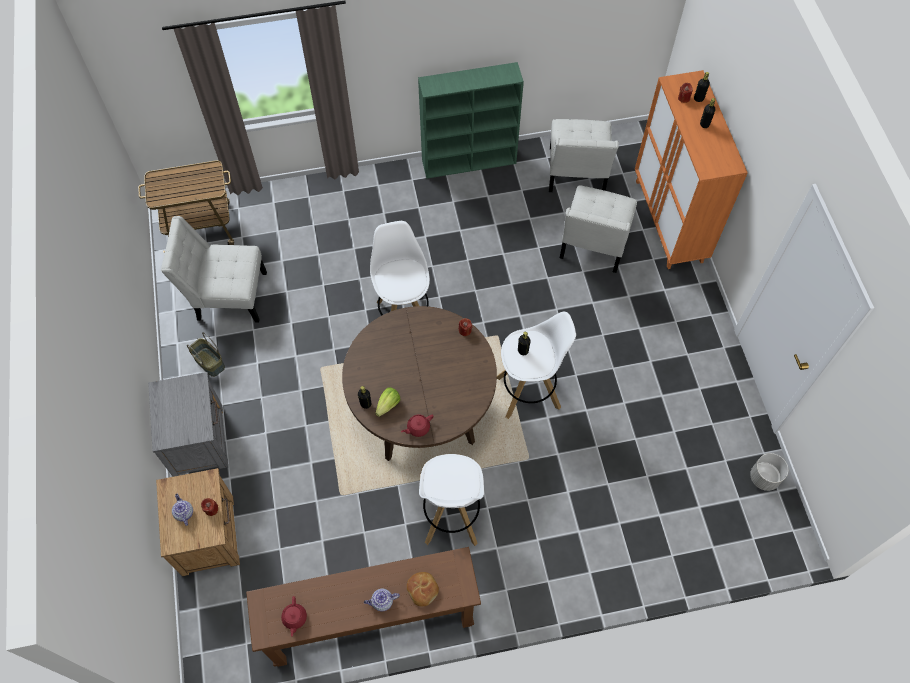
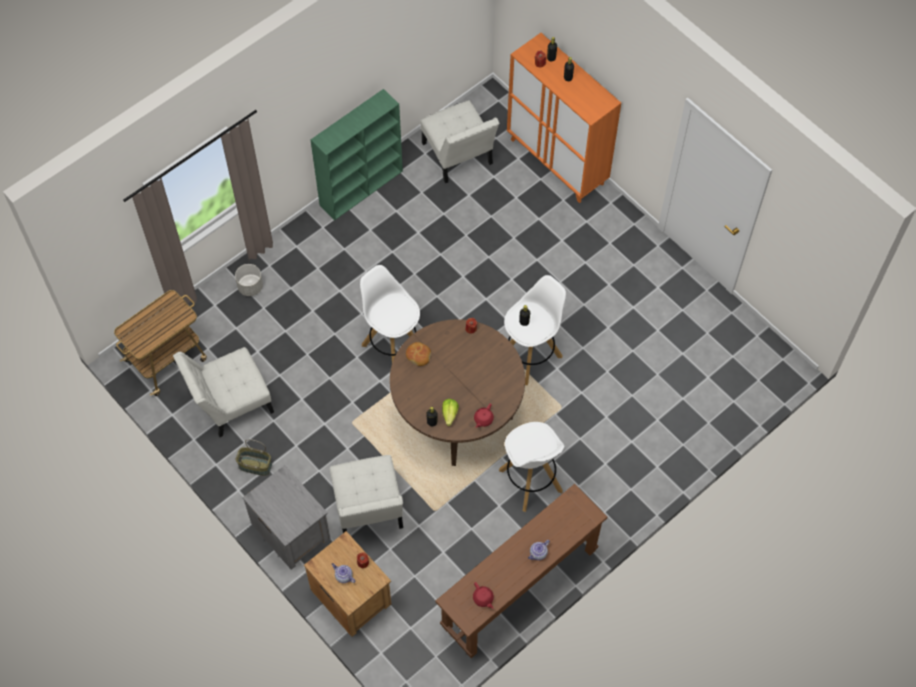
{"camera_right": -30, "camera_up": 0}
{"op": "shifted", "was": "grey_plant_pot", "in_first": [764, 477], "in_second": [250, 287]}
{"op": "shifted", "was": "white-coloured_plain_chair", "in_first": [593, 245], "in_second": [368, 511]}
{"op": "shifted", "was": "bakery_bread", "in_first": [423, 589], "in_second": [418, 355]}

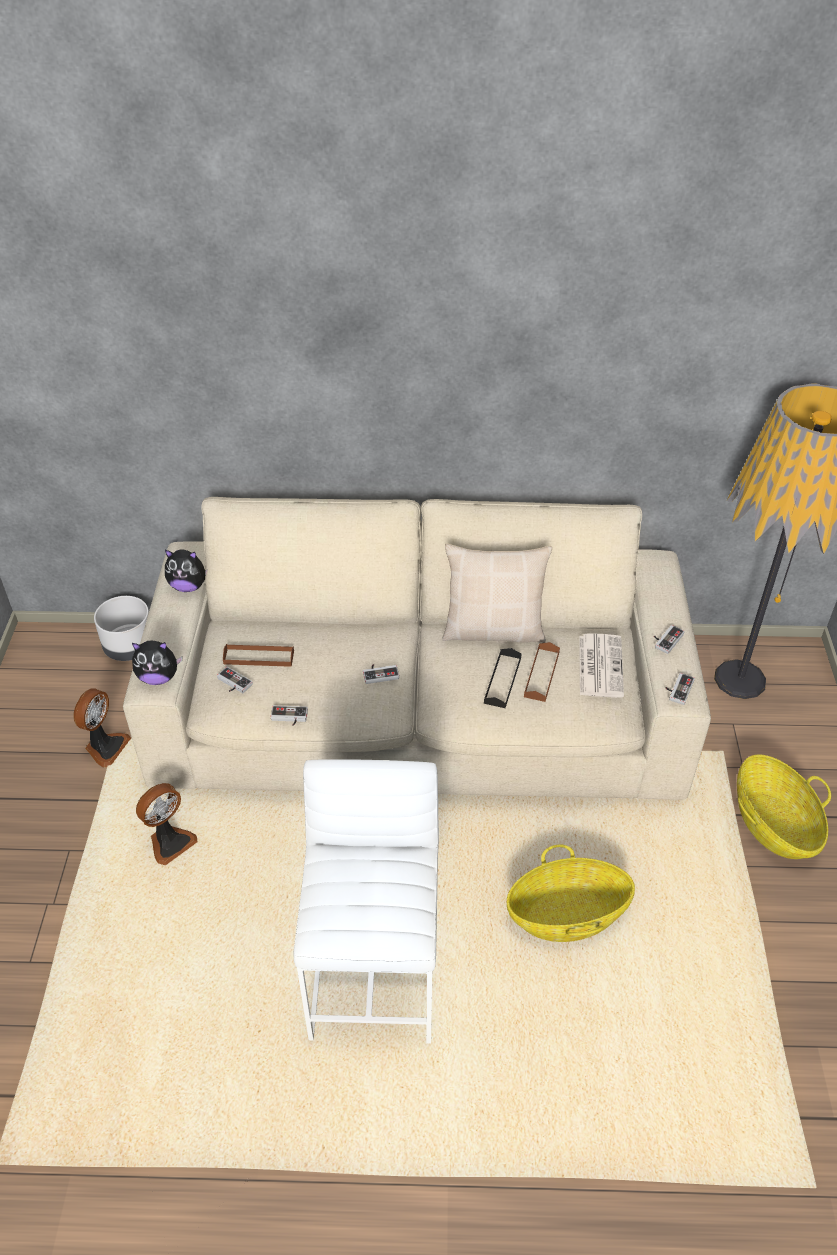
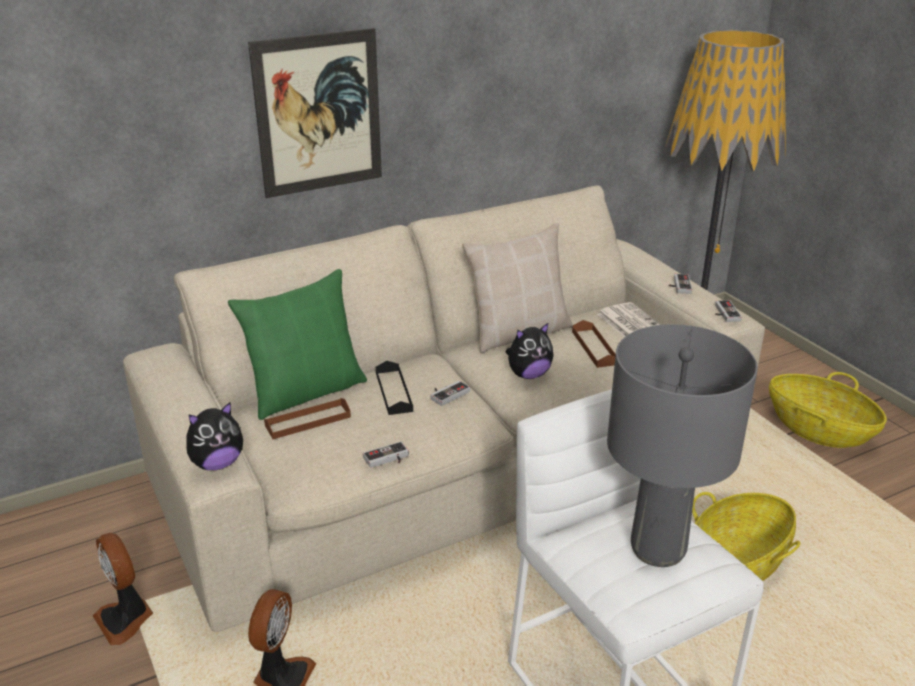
{"camera_right": -30, "camera_up": -15}
{"op": "rotated", "was": "cooling_fan", "in_first": [105, 747], "in_second": [126, 619], "clockwise": 150}
{"op": "new", "now": "green-coloured_throw_pillow", "in_second": [306, 391]}
{"op": "new", "now": "picture", "in_second": [319, 113]}
{"op": "shifted", "was": "blackish_carrying_tray", "in_first": [502, 680], "in_second": [394, 391]}
{"op": "shifted", "was": "cuddly_toy", "in_first": [188, 586], "in_second": [528, 374]}
{"op": "new", "now": "grey_table_lamp", "in_second": [657, 548]}
{"op": "gone", "was": "grey_plant_pot", "in_first": [130, 647]}
{"op": "gone", "was": "game_controller", "in_first": [232, 684]}

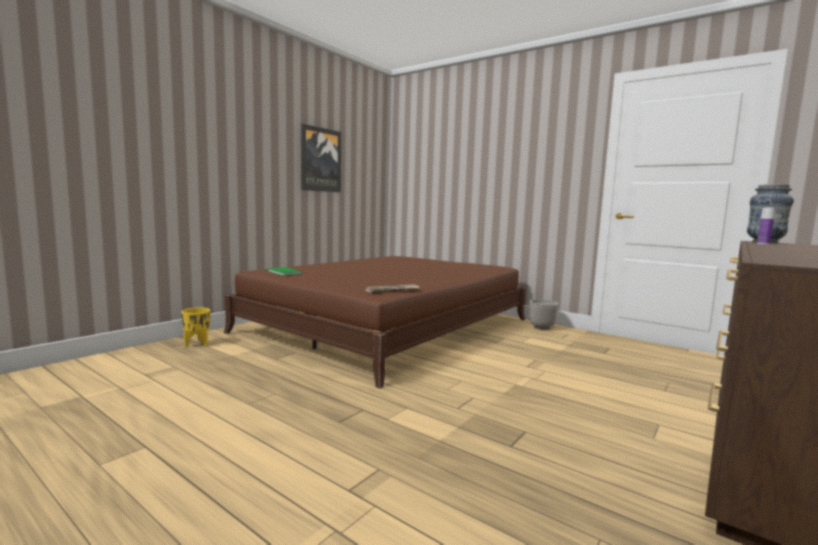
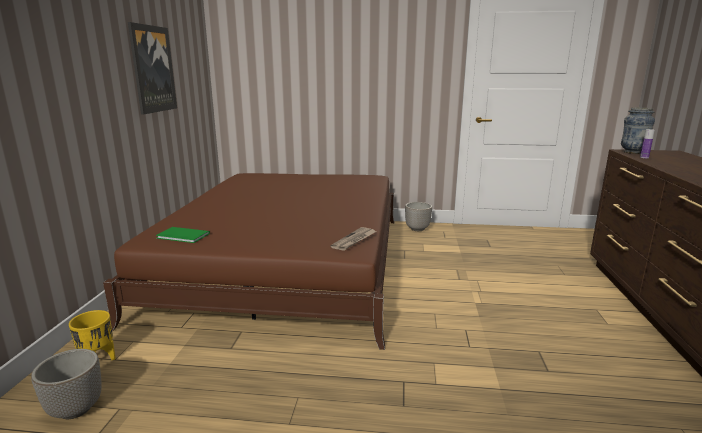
{"camera_right": -30, "camera_up": 10}
{"op": "new", "now": "plant_pot", "in_second": [76, 409]}

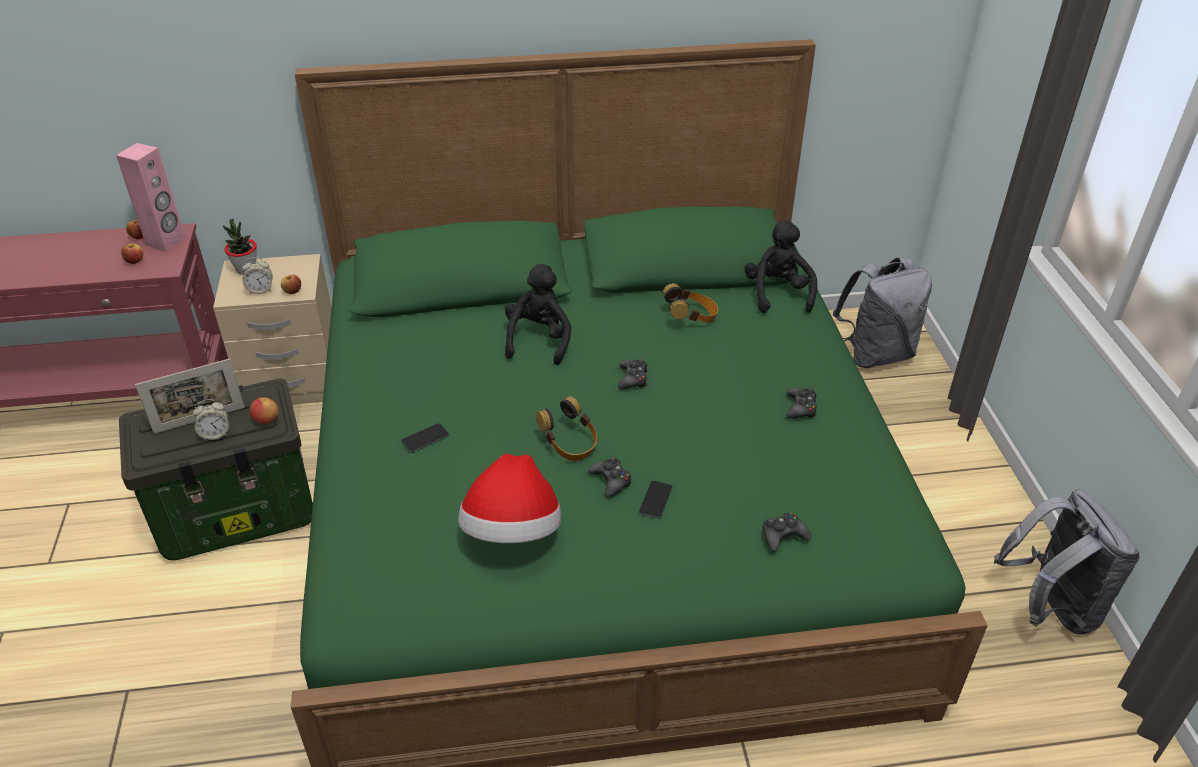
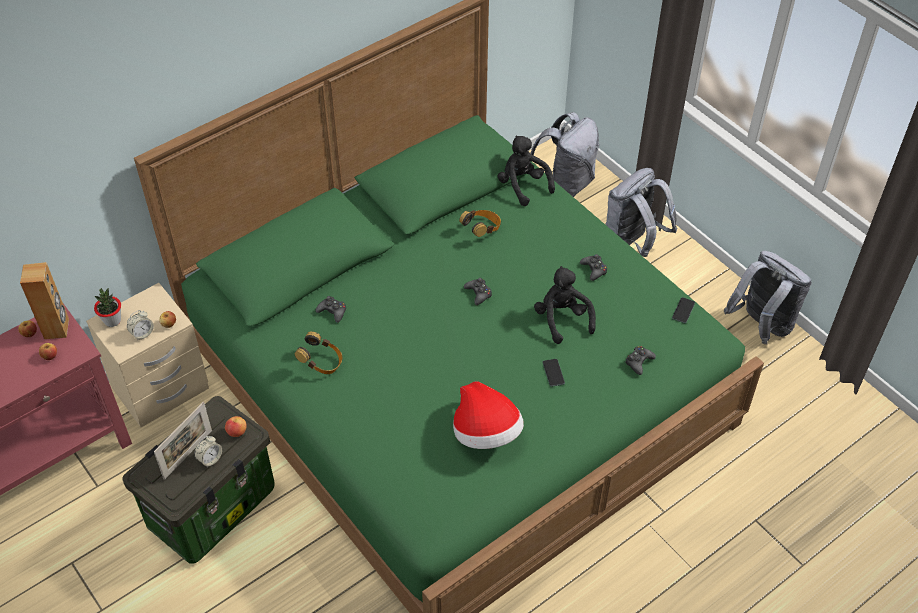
{"camera_right": -30, "camera_up": 10}
{"op": "repainted", "was": "pink-coloured_loudspeaker", "now": "brown_loudspeaker", "in_first": [166, 241], "in_second": [57, 329]}
{"op": "shifted", "was": "pair_of_headphones", "in_first": [569, 444], "in_second": [322, 363]}
{"op": "shifted", "was": "blackish_game_controller", "in_first": [611, 481], "in_second": [332, 311]}
{"op": "shifted", "was": "blackish_cuddly_toy", "in_first": [539, 340], "in_second": [562, 319]}
{"op": "new", "now": "grey_backpack", "in_second": [632, 243]}
{"op": "shifted", "was": "telephone", "in_first": [425, 438], "in_second": [683, 310]}

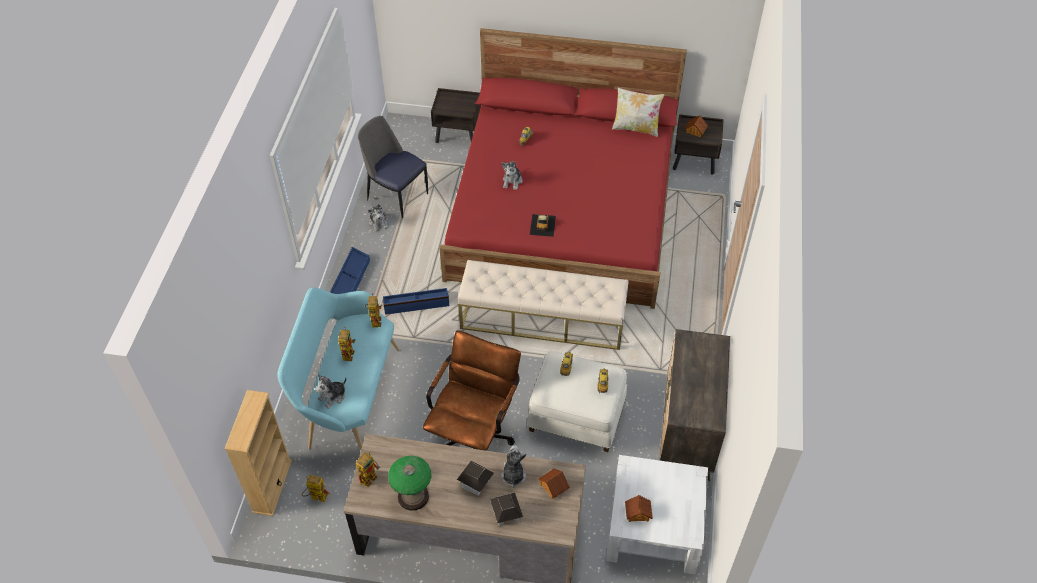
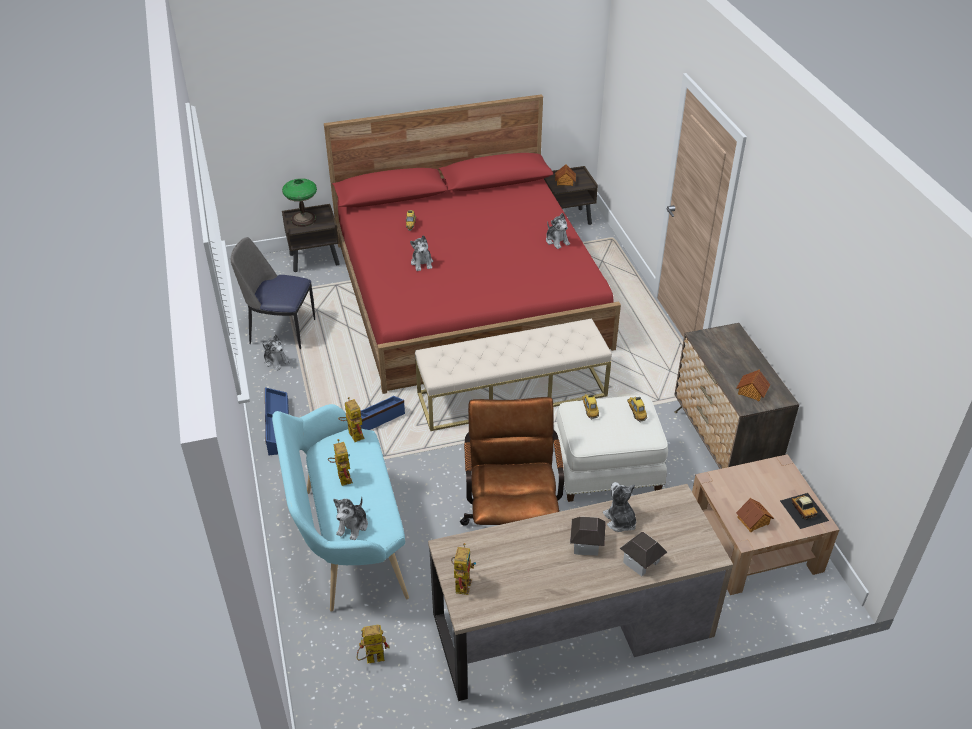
{"camera_right": -25, "camera_up": -10}
{"op": "shifted", "was": "table_lamp", "in_first": [413, 496], "in_second": [303, 219]}
{"op": "new", "now": "cuddly_toy", "in_second": [557, 241]}
{"op": "repainted", "was": "white-coloured_lounge_table", "now": "brown_lounge_table", "in_first": [654, 527], "in_second": [753, 543]}
{"op": "shifted", "was": "model_house", "in_first": [553, 486], "in_second": [751, 392]}
{"op": "shifted", "was": "model_car", "in_first": [543, 225], "in_second": [804, 510]}
{"op": "gone", "was": "sand-coloured_shelving_unit", "in_first": [272, 486]}
{"op": "gone", "was": "throw_pillow", "in_first": [635, 128]}

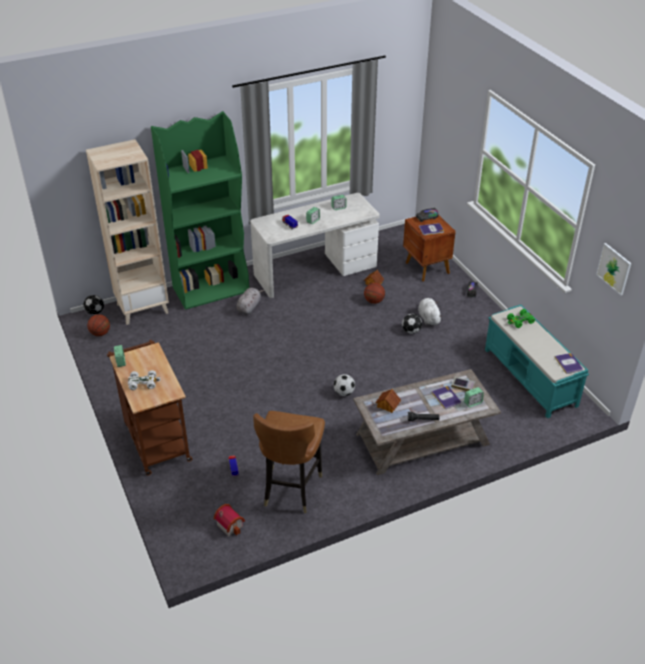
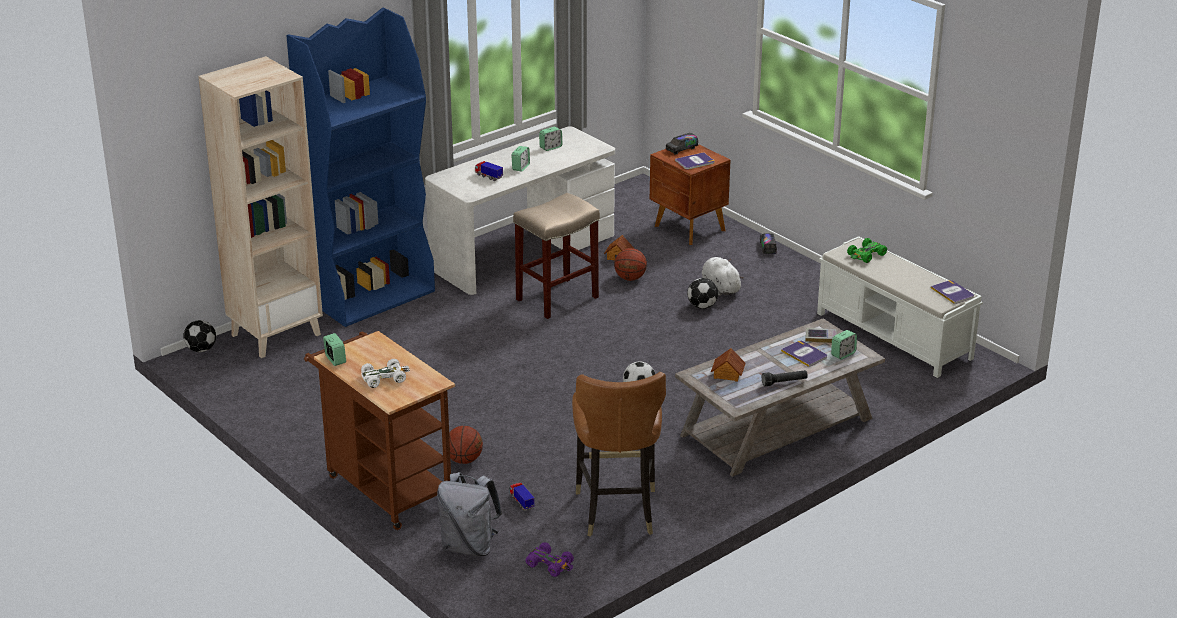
{"camera_right": -15, "camera_up": -10}
{"op": "repainted", "was": "green-coloured_shelving_unit", "now": "bluish_shelving_unit", "in_first": [211, 289], "in_second": [373, 296]}
{"op": "new", "now": "grey_backpack", "in_second": [469, 546]}
{"op": "shifted", "was": "basketball_ball", "in_first": [100, 333], "in_second": [464, 460]}
{"op": "new", "now": "sand-coloured_stool", "in_second": [556, 299]}
{"op": "swapped", "was": "model_house", "now": "purple-coloured_model_car", "in_first": [230, 524], "in_second": [550, 564]}
{"op": "repainted", "was": "turquoise_long_seat", "now": "white-coloured_long_seat", "in_first": [530, 378], "in_second": [894, 336]}
{"op": "gone", "was": "grey_cuddly_toy", "in_first": [249, 307]}
{"op": "gone", "was": "picture", "in_first": [614, 268]}

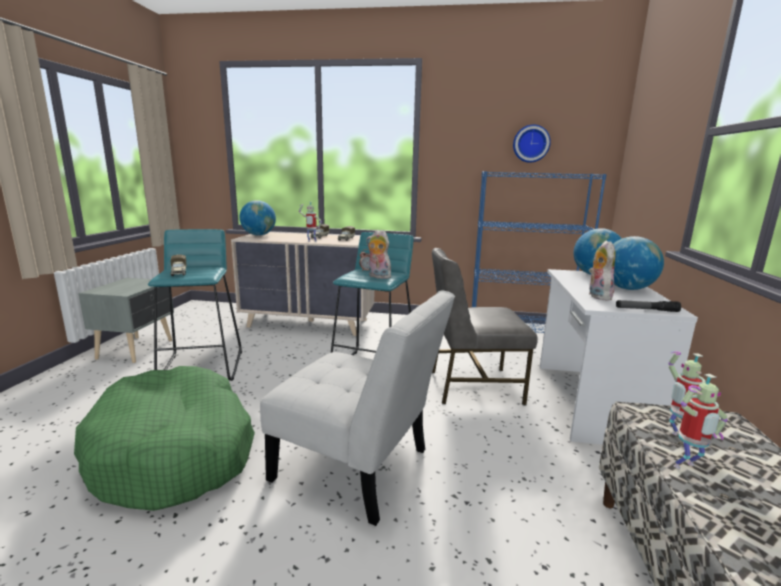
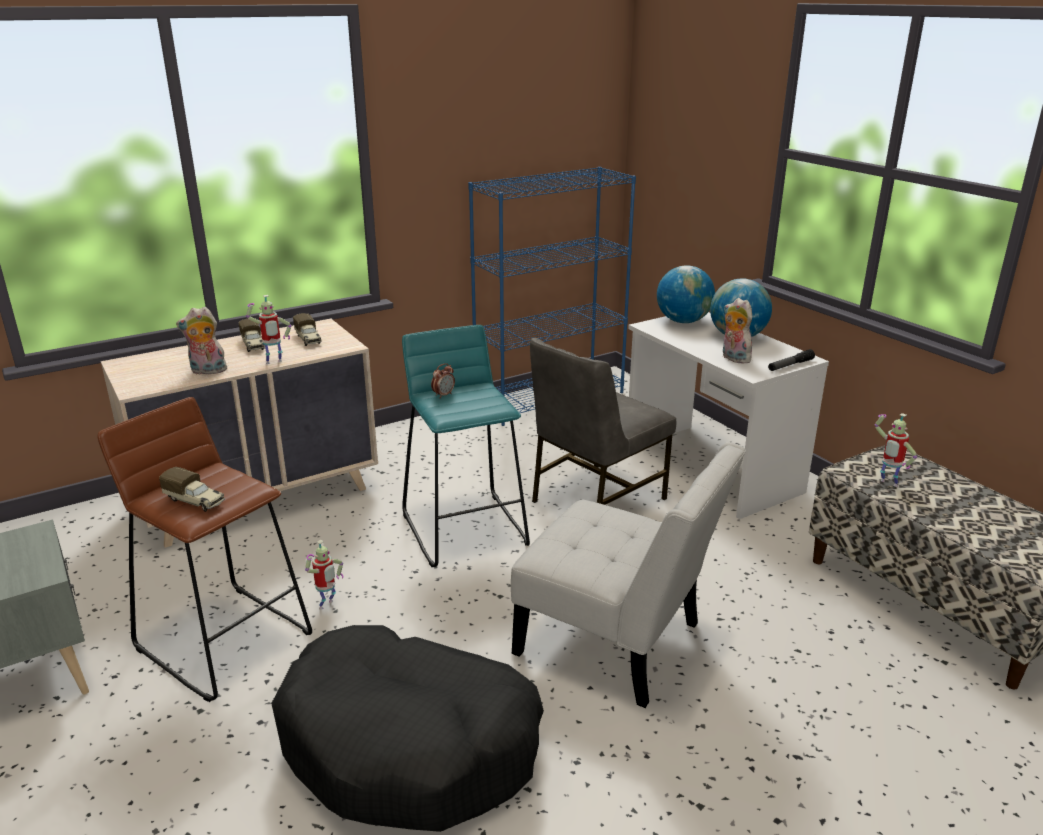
{"camera_right": -40, "camera_up": 10}
{"op": "repainted", "was": "turquoise_stool", "now": "brown_stool", "in_first": [202, 367], "in_second": [225, 639]}
{"op": "shifted", "was": "cuddly_toy", "in_first": [378, 276], "in_second": [207, 371]}
{"op": "repainted", "was": "green-coloured_dog_bed", "now": "blackish_dog_bed", "in_first": [175, 452], "in_second": [410, 746]}
{"op": "shifted", "was": "toy_robot", "in_first": [686, 468], "in_second": [327, 606]}
{"op": "rotated", "was": "white-coloured_plain_chair", "in_first": [358, 468], "in_second": [617, 644], "clockwise": 45}
{"op": "gone", "was": "globe", "in_first": [259, 235]}
{"op": "gone", "was": "clock_on_the_wall", "in_first": [531, 143]}

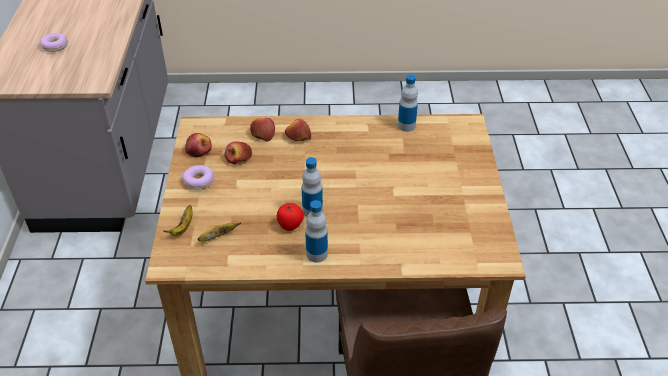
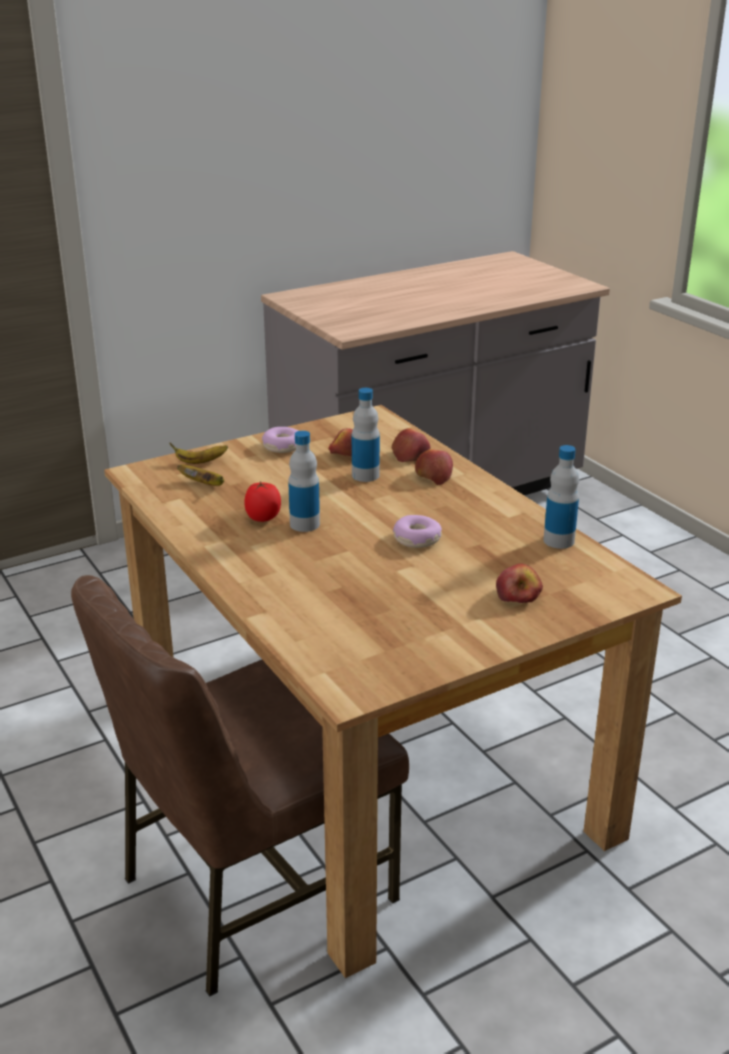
{"camera_right": 60, "camera_up": -15}
{"op": "shifted", "was": "beverage_bottle", "in_first": [317, 254], "in_second": [365, 475]}
{"op": "shifted", "was": "ring_doughnut", "in_first": [55, 46], "in_second": [417, 539]}
{"op": "shifted", "was": "whole_apple", "in_first": [199, 150], "in_second": [518, 595]}

